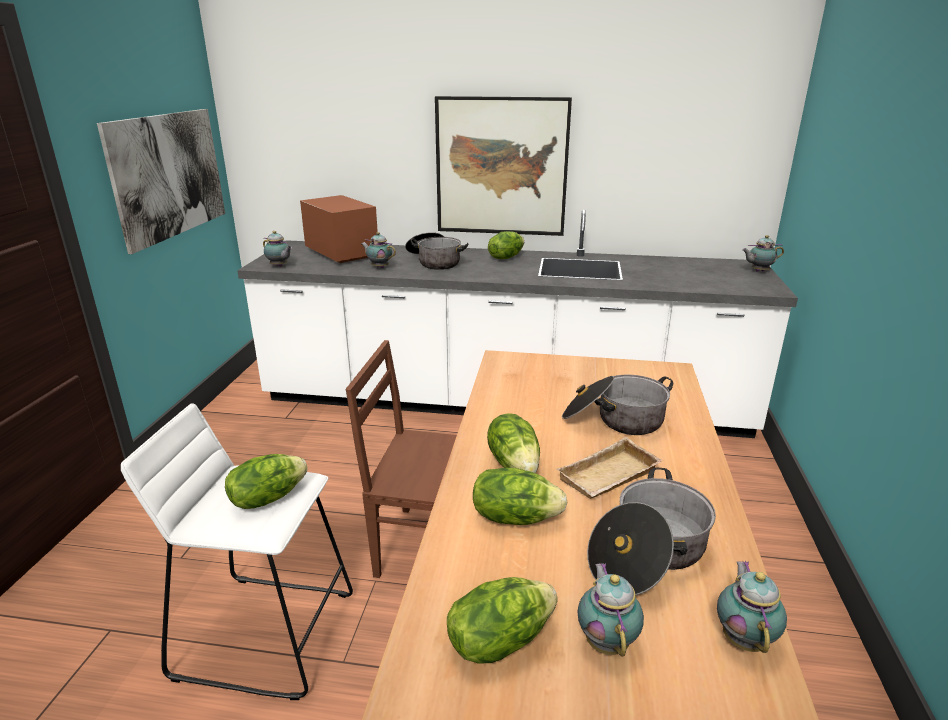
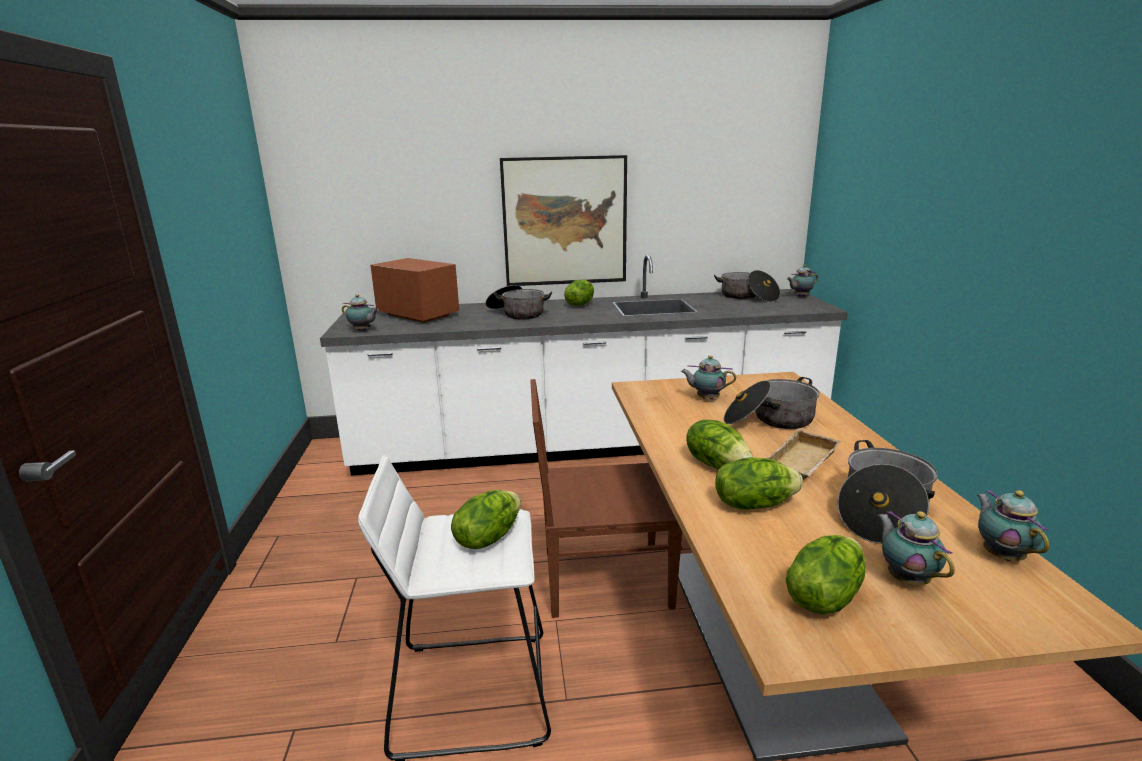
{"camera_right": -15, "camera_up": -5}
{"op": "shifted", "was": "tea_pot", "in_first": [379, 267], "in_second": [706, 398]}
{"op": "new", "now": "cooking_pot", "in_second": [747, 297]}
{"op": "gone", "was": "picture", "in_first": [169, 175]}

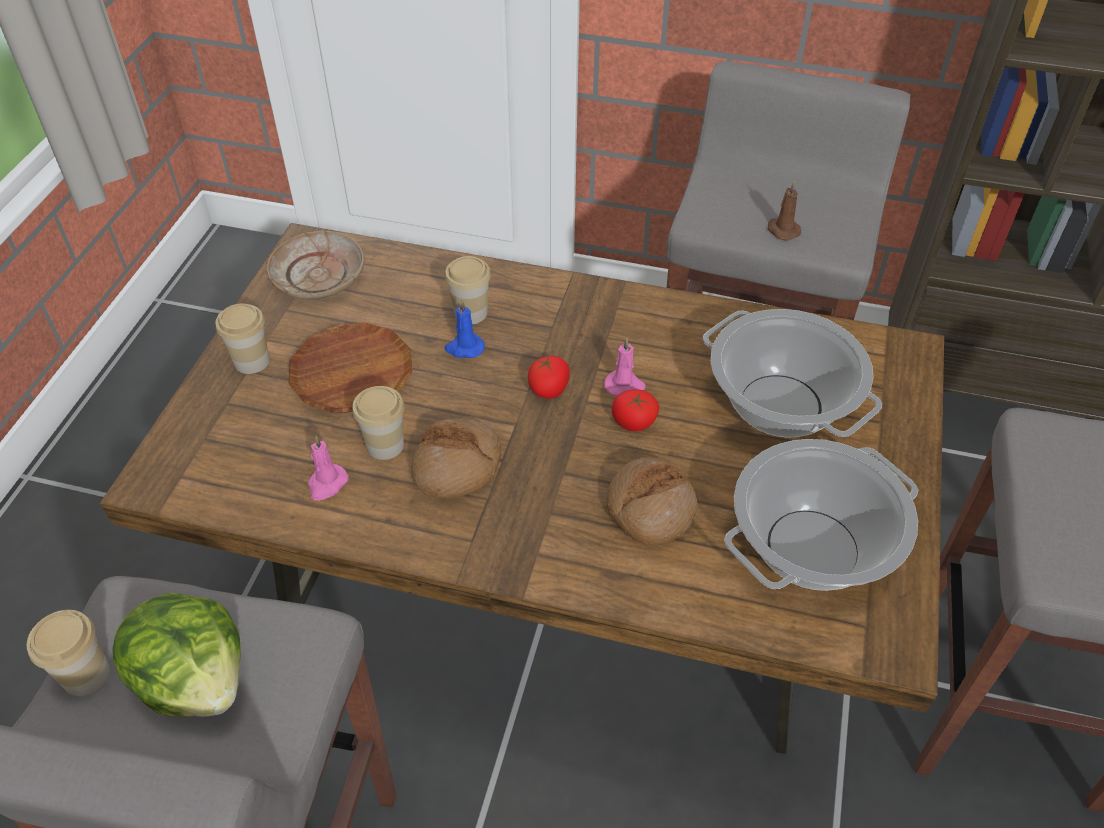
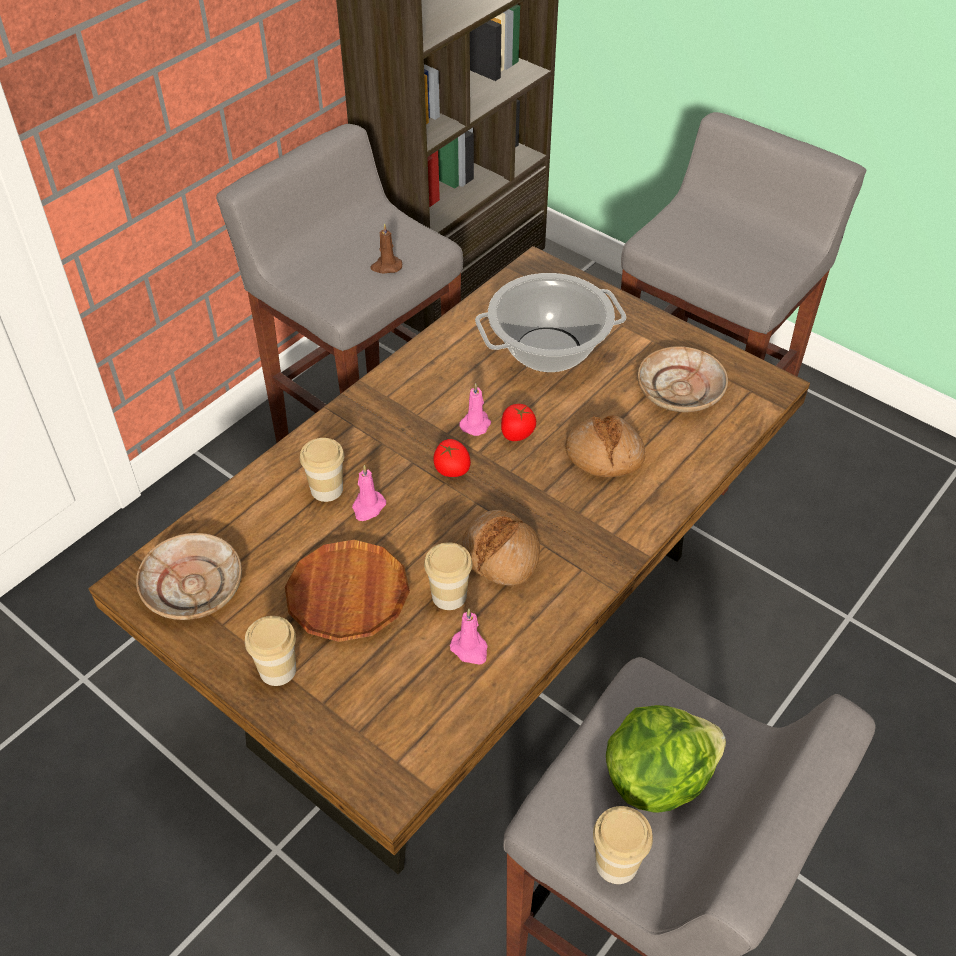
{"camera_right": -65, "camera_up": 0}
{"op": "repainted", "was": "bluish_wax_light", "now": "pink-coloured_wax_light", "in_first": [464, 348], "in_second": [368, 507]}
{"op": "swapped", "was": "cooking_pot", "now": "sand-coloured_dinner_plate", "in_first": [811, 549], "in_second": [680, 389]}

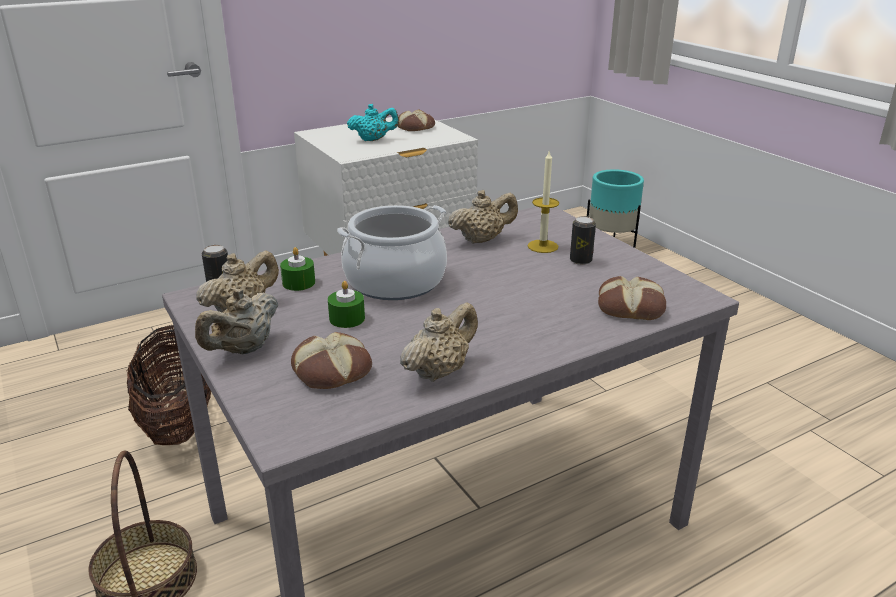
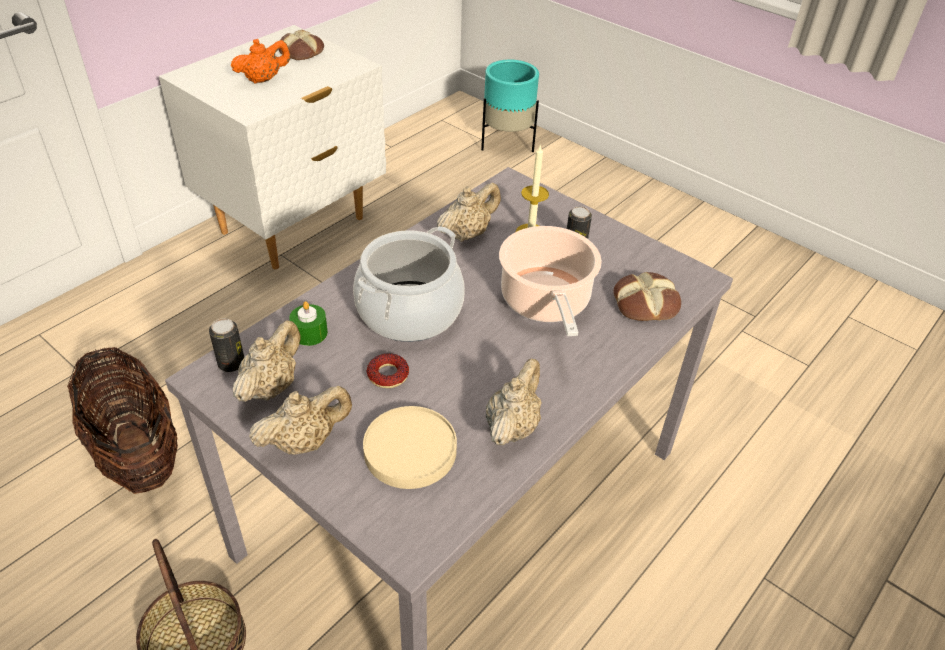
{"camera_right": -20, "camera_up": 15}
{"op": "repainted", "was": "turquoise_tea_pot", "now": "orangey_tea_pot", "in_first": [373, 140], "in_second": [263, 79]}
{"op": "rotated", "was": "sand-coloured_tea_pot", "in_first": [243, 349], "in_second": [305, 441], "clockwise": -135}
{"op": "swapped", "was": "bakery_bread", "now": "sand-coloured_dinner_plate", "in_first": [332, 371], "in_second": [411, 450]}
{"op": "swapped", "was": "green-coloured_wax_light", "now": "ring_doughnut", "in_first": [347, 318], "in_second": [388, 375]}
{"op": "new", "now": "cooking_pot", "in_second": [546, 302]}

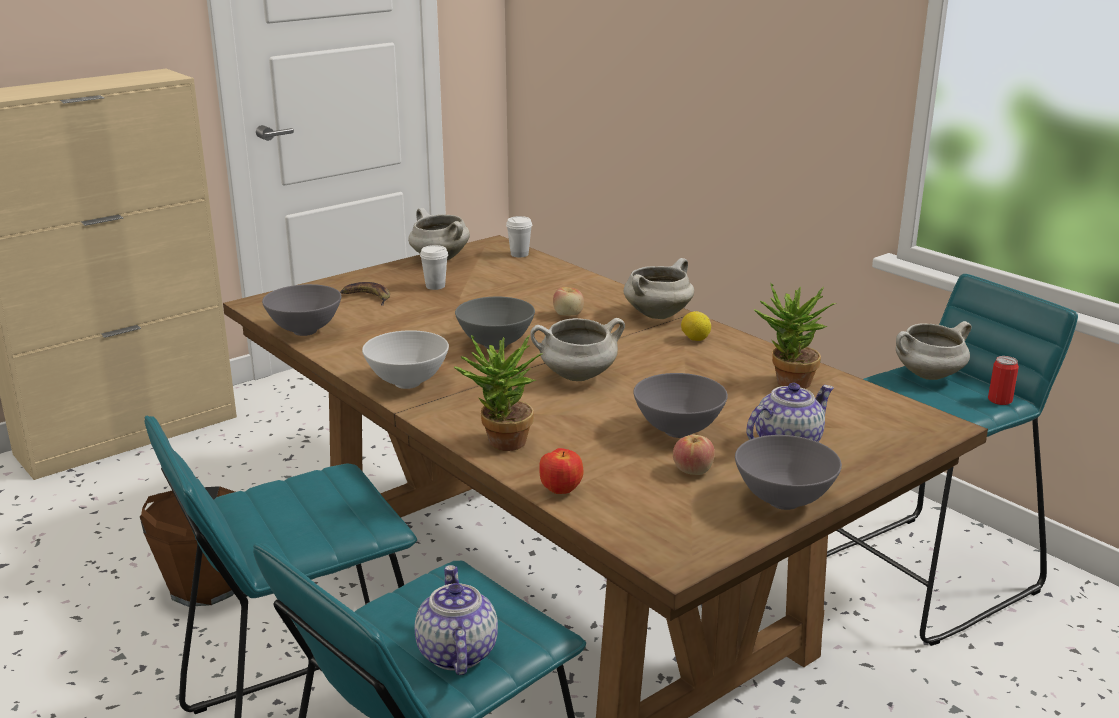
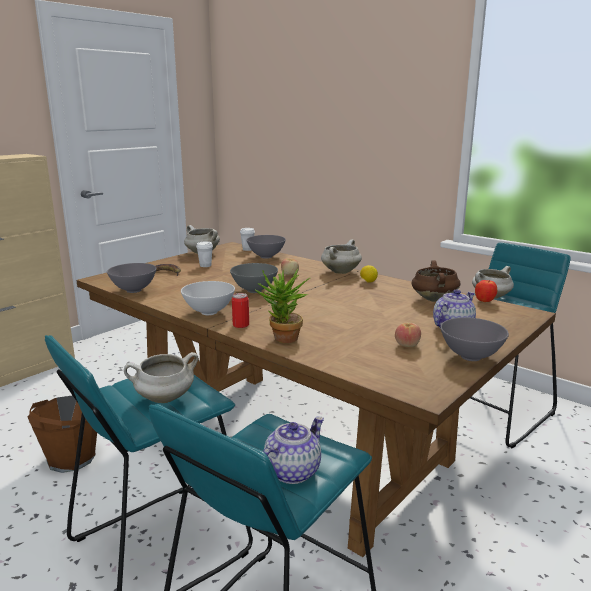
{"camera_right": -10, "camera_up": -5}
{"op": "shifted", "was": "white-coloured_cooking_pot", "in_first": [577, 377], "in_second": [164, 399]}
{"op": "shifted", "was": "metal_can", "in_first": [1000, 400], "in_second": [241, 325]}
{"op": "shifted", "was": "grey_bowl", "in_first": [678, 431], "in_second": [266, 256]}
{"op": "rotated", "was": "tea_pot", "in_first": [455, 652], "in_second": [292, 471], "clockwise": 60}
{"op": "swapped", "was": "houseplant", "now": "brown_cooking_pot", "in_first": [788, 384], "in_second": [433, 299]}
{"op": "shifted", "was": "whole_apple", "in_first": [561, 491], "in_second": [484, 301]}

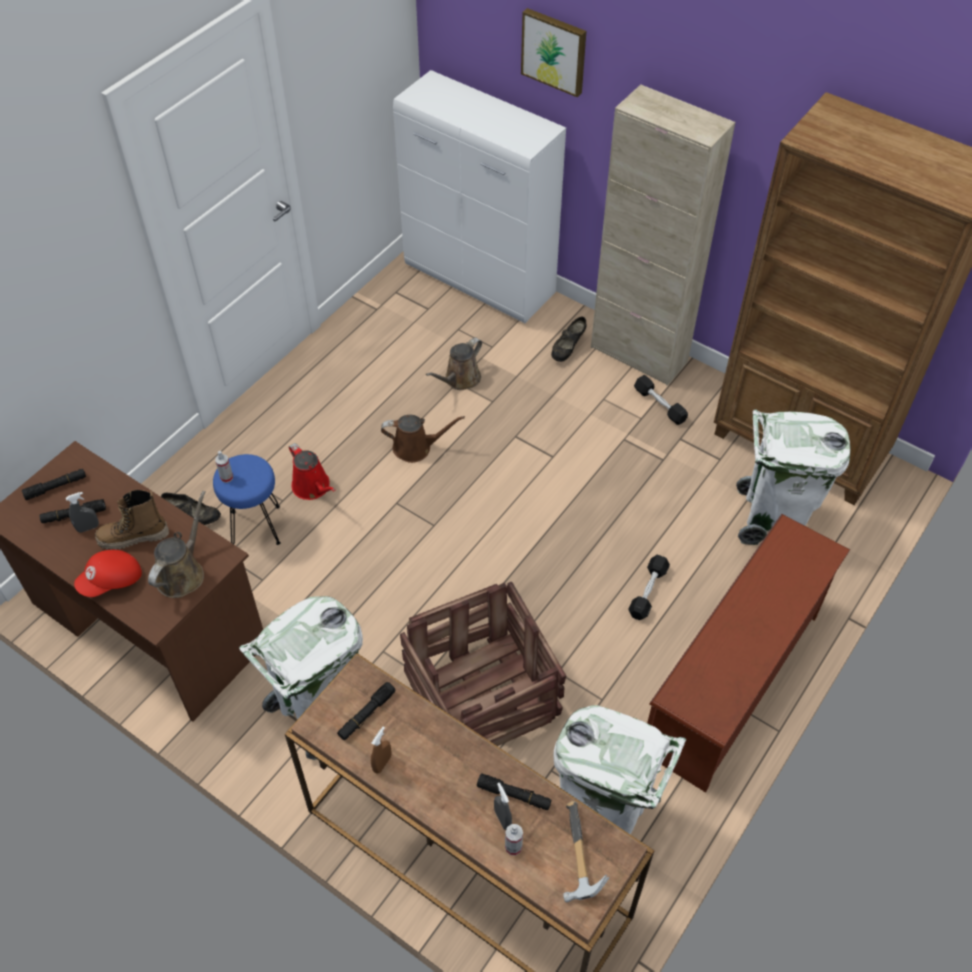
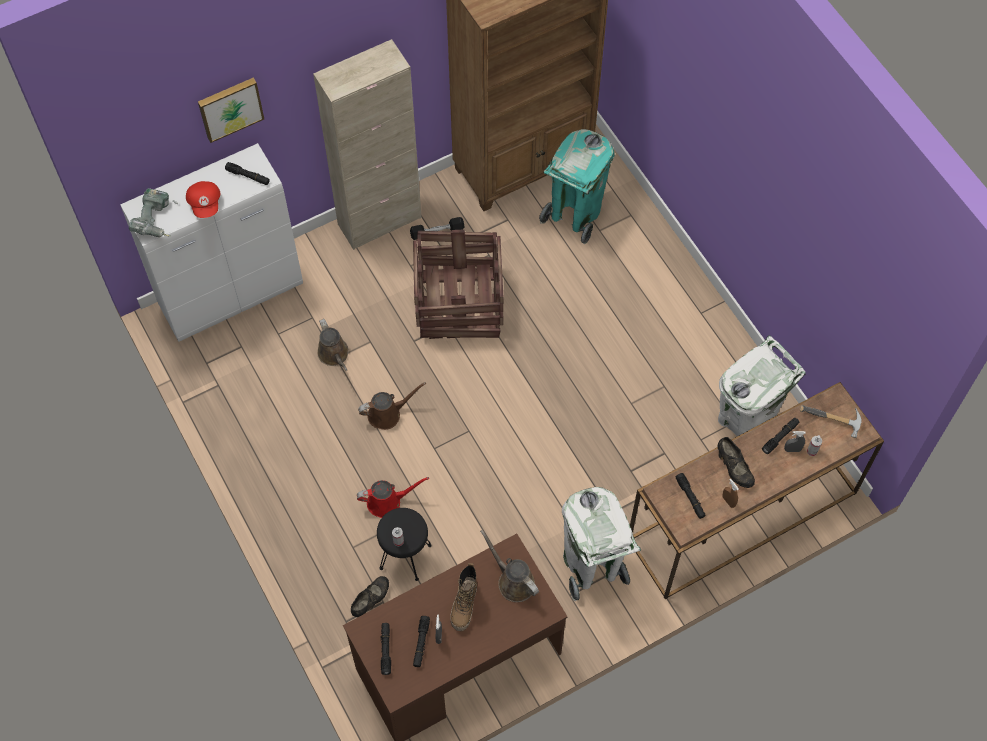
{"camera_right": -65, "camera_up": 10}
{"op": "new", "now": "power_drill", "in_second": [157, 221]}
{"op": "shifted", "was": "red-coloured_peaked_cap", "in_first": [112, 581], "in_second": [205, 204]}
{"op": "new", "now": "blackish_flashlight", "in_second": [248, 176]}
{"op": "rotated", "was": "brown_watering_pot", "in_first": [416, 447], "in_second": [387, 414], "clockwise": 45}
{"op": "repainted", "was": "bluish_stool", "now": "blackish_stool", "in_first": [256, 527], "in_second": [405, 556]}
{"op": "shifted", "was": "packing_crate", "in_first": [480, 698], "in_second": [459, 304]}
{"op": "repainted", "was": "white-coloured_rubbish_bin", "now": "turquoise_rubbish_bin", "in_first": [772, 518], "in_second": [574, 215]}
{"op": "shifted", "was": "blackish_low_shoe", "in_first": [568, 348], "in_second": [734, 468]}
{"op": "gone", "was": "blackish_free_weight", "in_first": [648, 592]}
{"op": "gone", "was": "brown_shoe_rack", "in_first": [733, 684]}

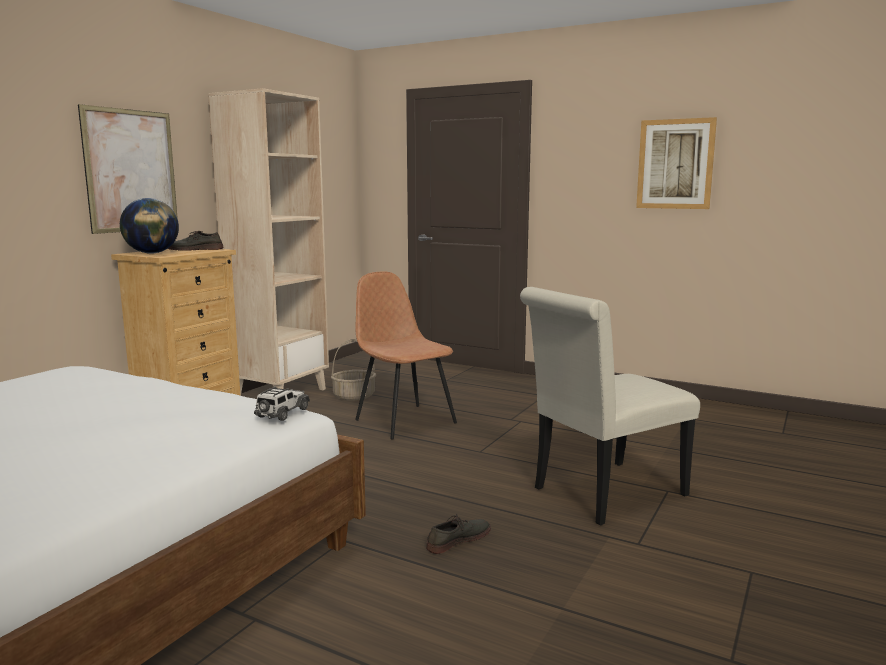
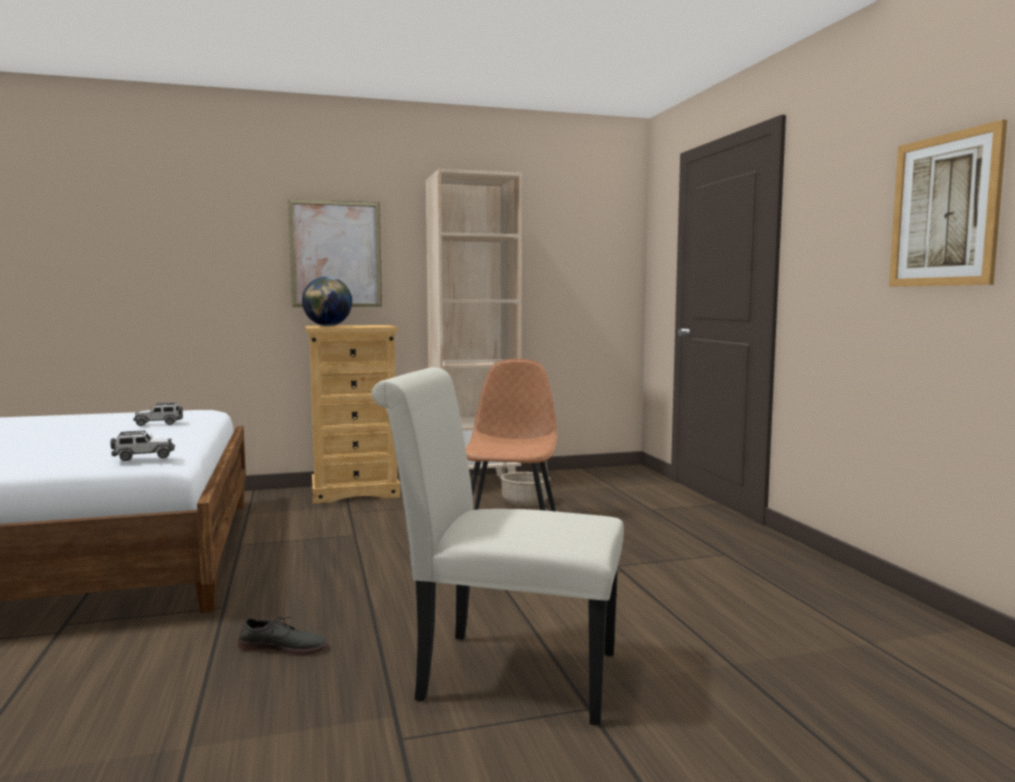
{"camera_right": 45, "camera_up": -5}
{"op": "new", "now": "model_car", "in_second": [159, 423]}
{"op": "gone", "was": "grey_low_shoe", "in_first": [195, 249]}

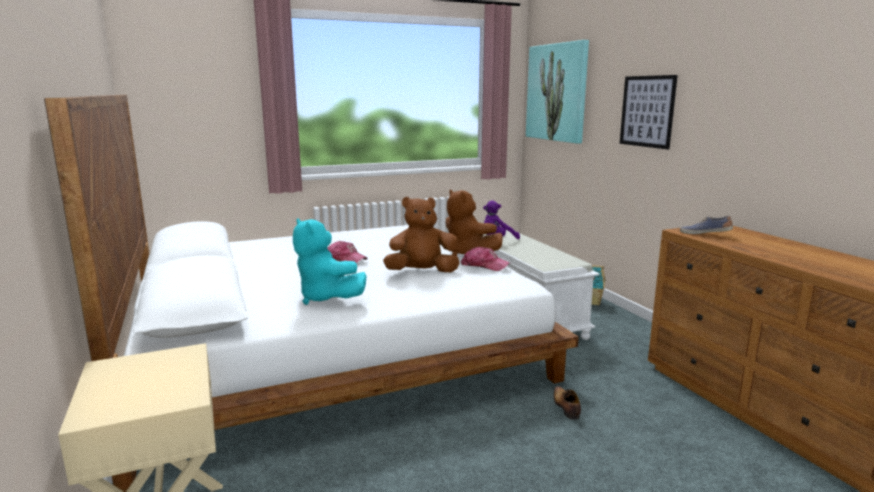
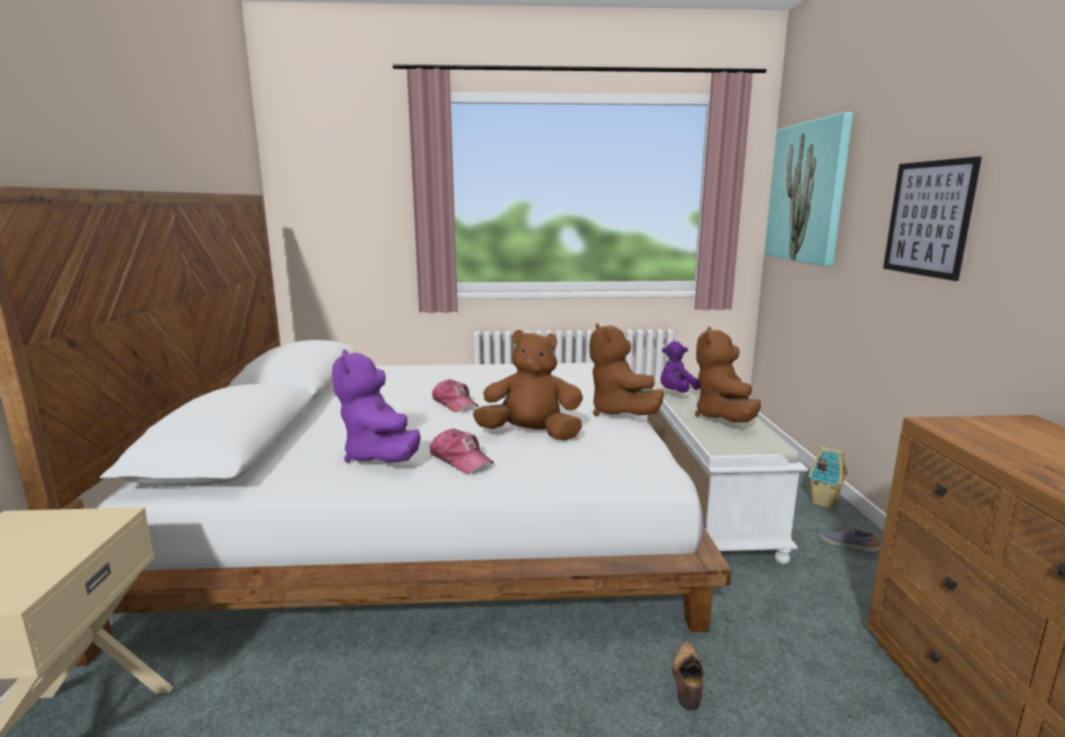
{"camera_right": 20, "camera_up": 0}
{"op": "repainted", "was": "turquoise_cuddly_toy", "now": "purple-coloured_cuddly_toy", "in_first": [326, 298], "in_second": [380, 456]}
{"op": "shifted", "was": "peaked_cap", "in_first": [484, 266], "in_second": [460, 459]}
{"op": "new", "now": "brown_cuddly_toy", "in_second": [724, 418]}
{"op": "shifted", "was": "low_shoe", "in_first": [705, 234], "in_second": [848, 546]}

